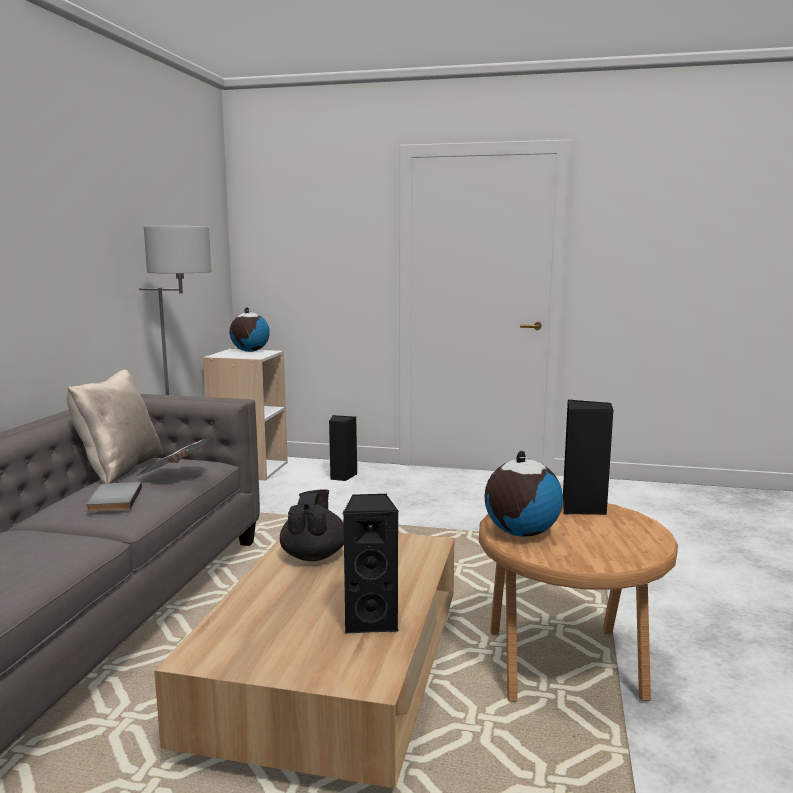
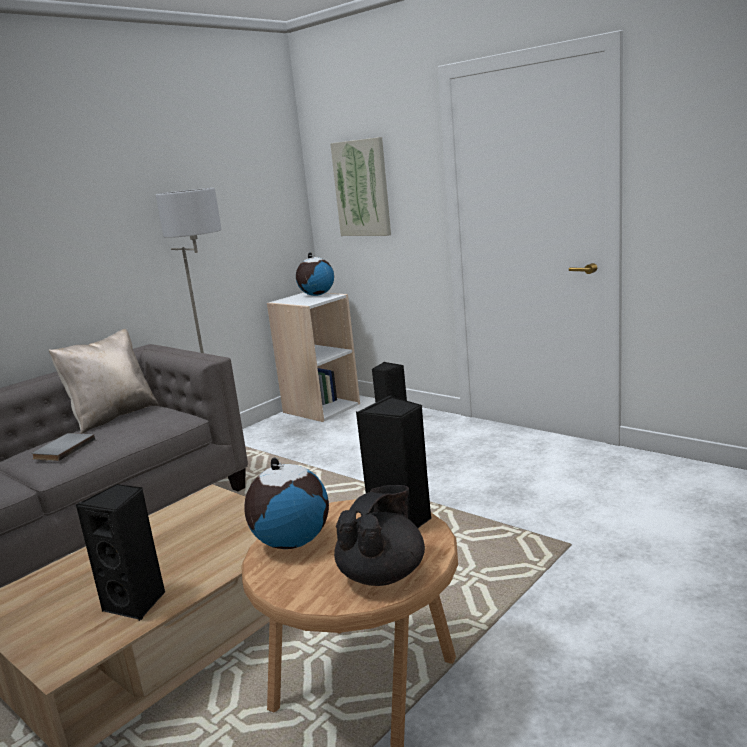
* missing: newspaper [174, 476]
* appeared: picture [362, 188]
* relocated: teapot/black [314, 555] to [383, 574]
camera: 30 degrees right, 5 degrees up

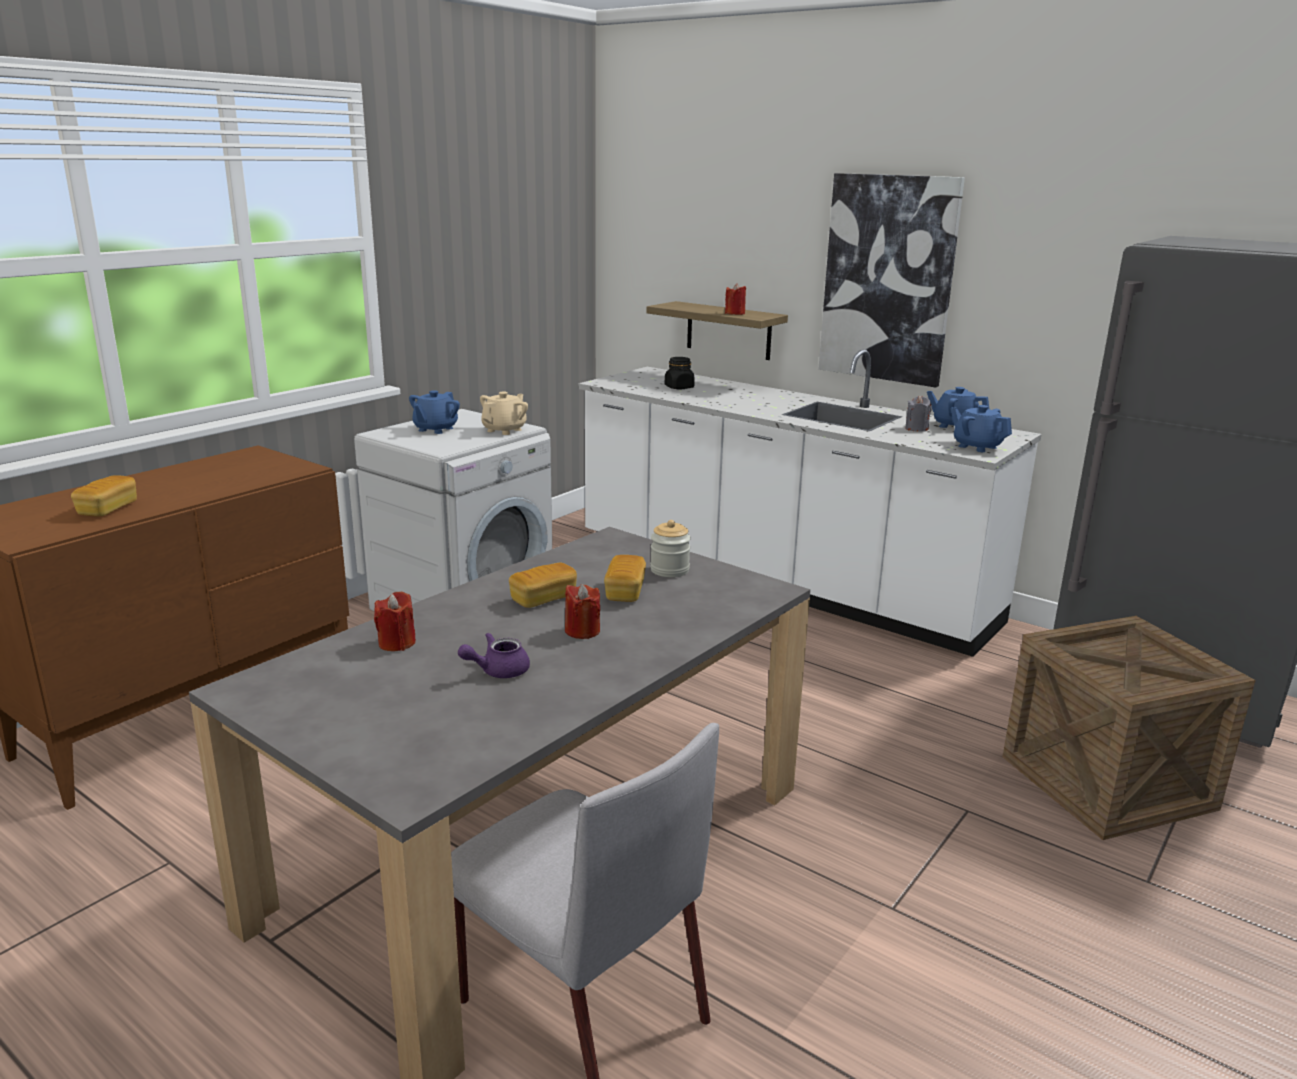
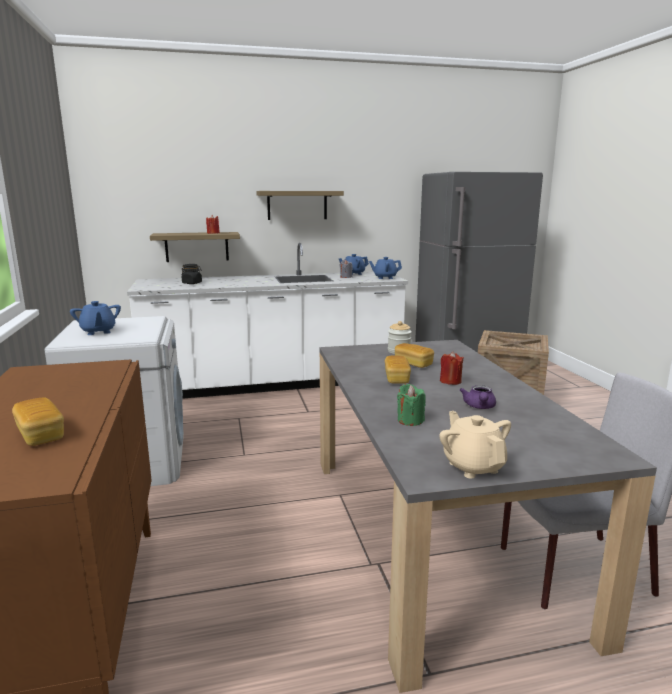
* relocated: teapot/beige [504, 430] to [473, 466]
* exchanged: picture [888, 279] to shelf [297, 205]
* colour: candle/red [397, 643] to candle/green [410, 420]
camera: 50 degrees left, 5 degrees down

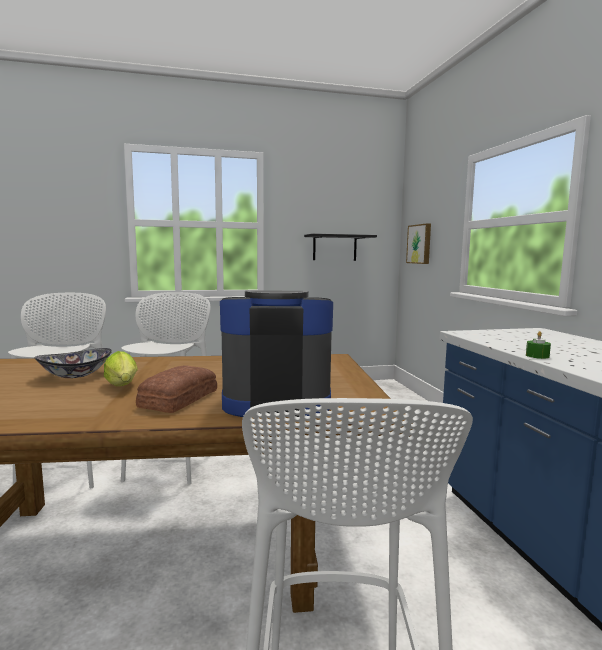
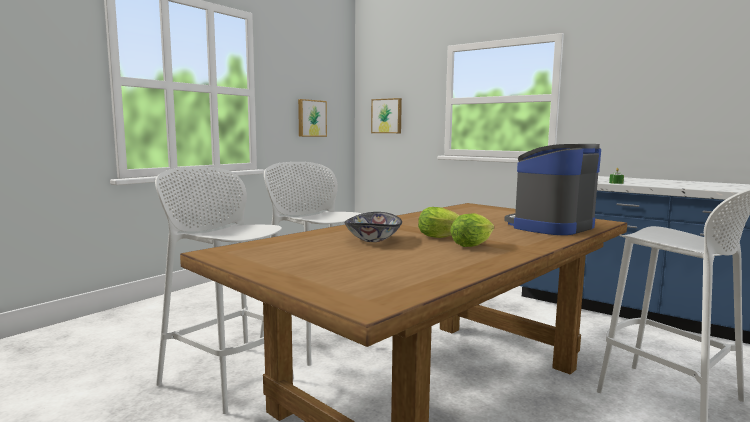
* missing: bread [177, 399]
* appeared: lettuce [473, 245]
* exchanged: shelf/black [334, 248] to picture [311, 118]
camera: 40 degrees left, 0 degrees up

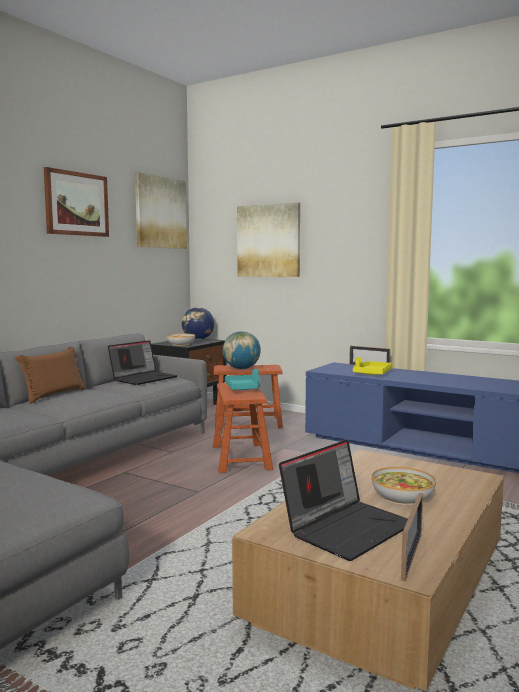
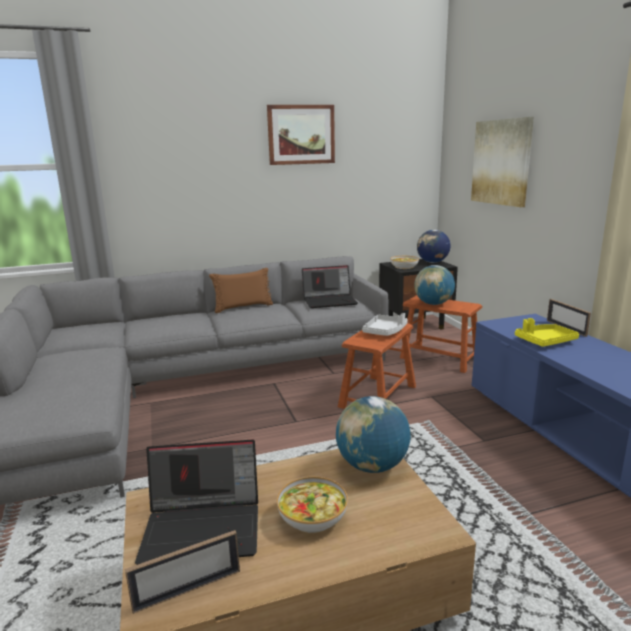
* missing: picture [160, 212]
* appeared: globe [372, 466]
* colour: tray/turquoise [243, 388] to tray/grey [385, 331]
camera: 40 degrees right, 10 degrees up

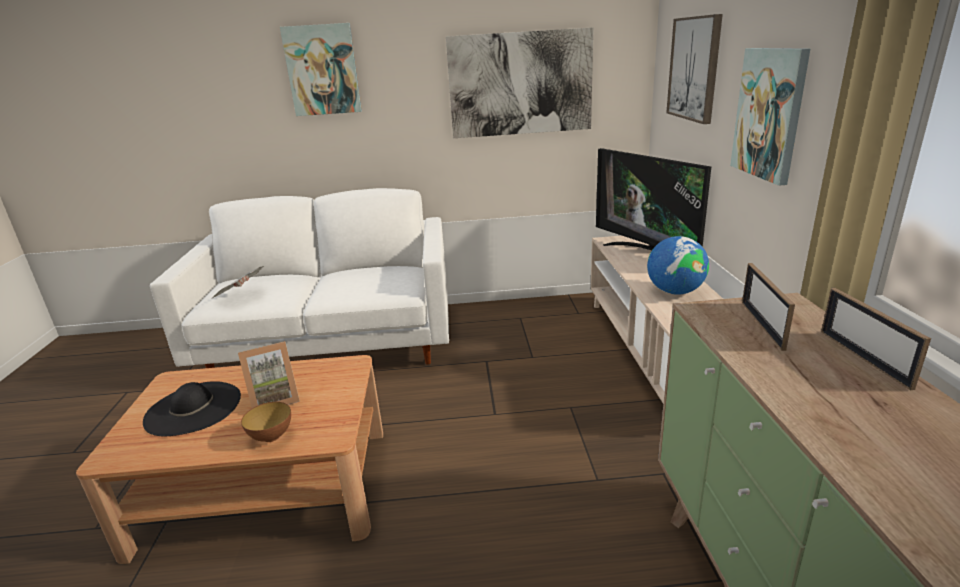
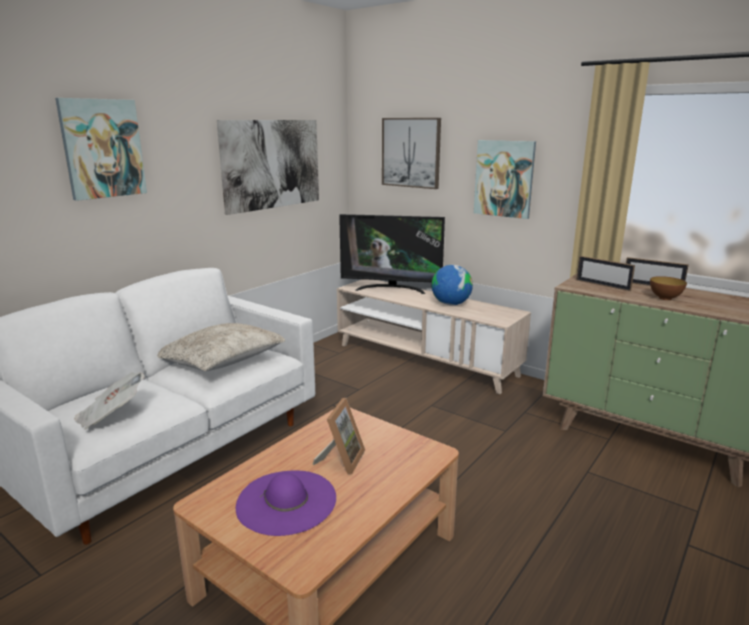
* appeared: pillow/beige [222, 362]
* relocated: bowl [271, 437] to [665, 298]
* colour: hat/black [193, 408] to hat/purple [286, 501]
camera: 50 degrees left, 5 degrees down

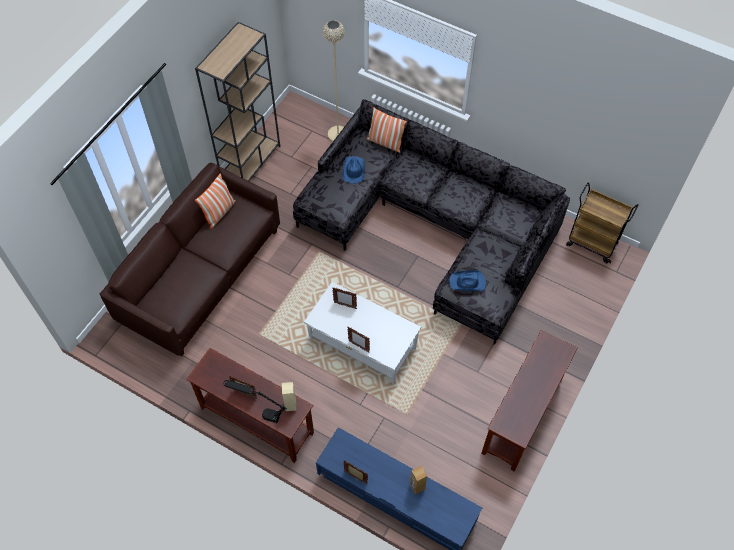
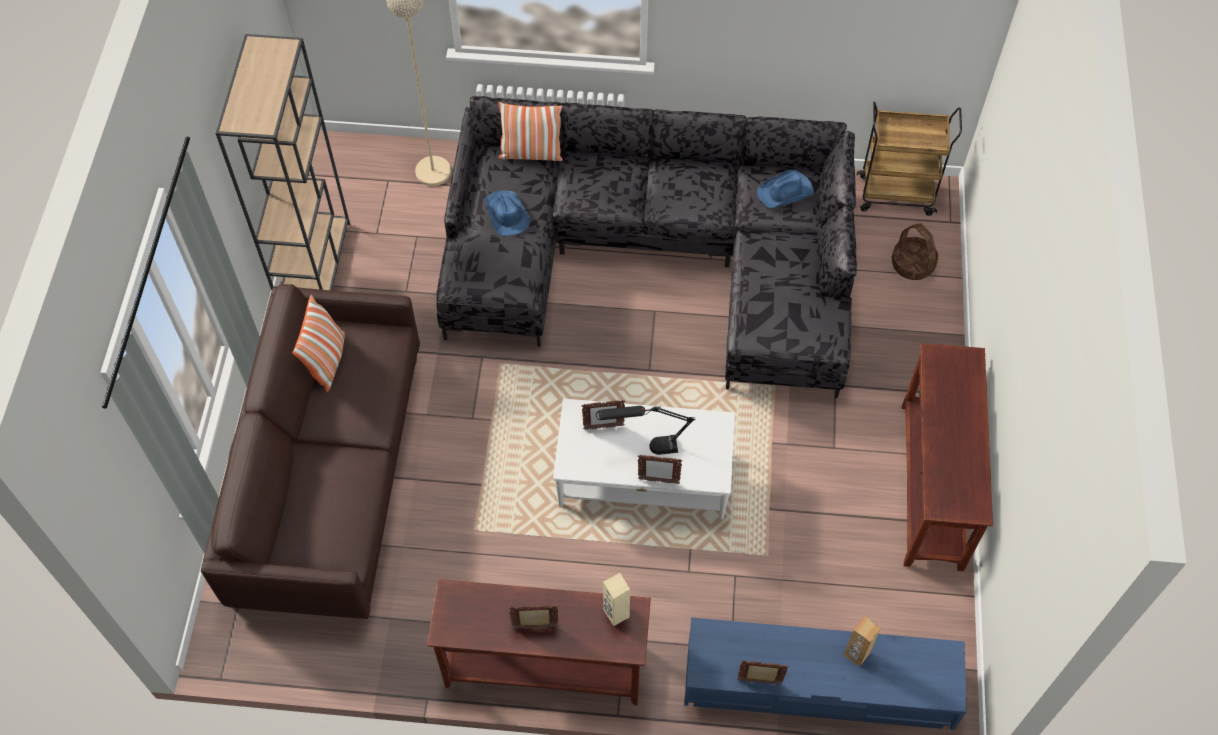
* appeared: basket [913, 264]
* relocated: table lamp/black [259, 411] to [644, 447]
* relocated: hat/blue [468, 283] to [786, 192]
camera: 25 degrees left, 0 degrees up

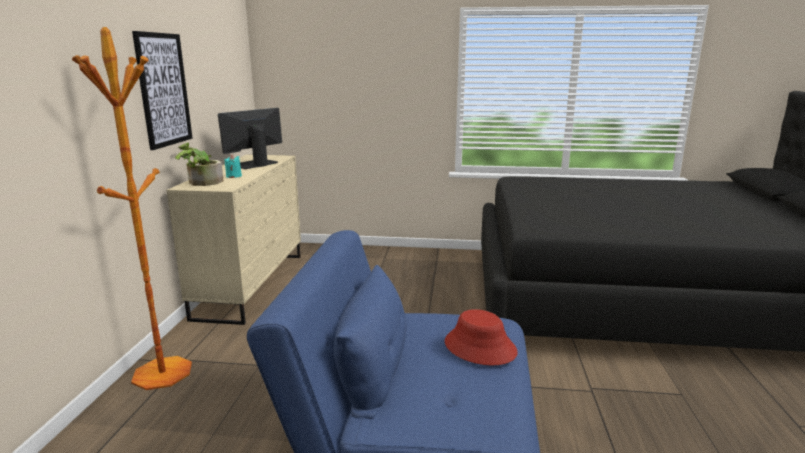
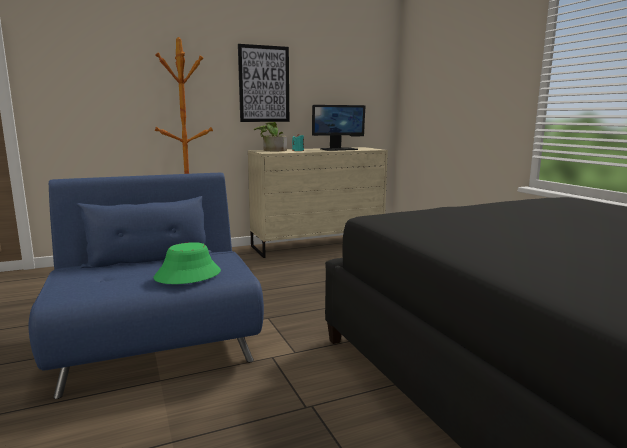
* colour: hat/red [479, 347] to hat/green [188, 275]
* spun: monitor [254, 164] = [338, 149] 150 degrees clockwise
camera: 60 degrees right, 5 degrees down

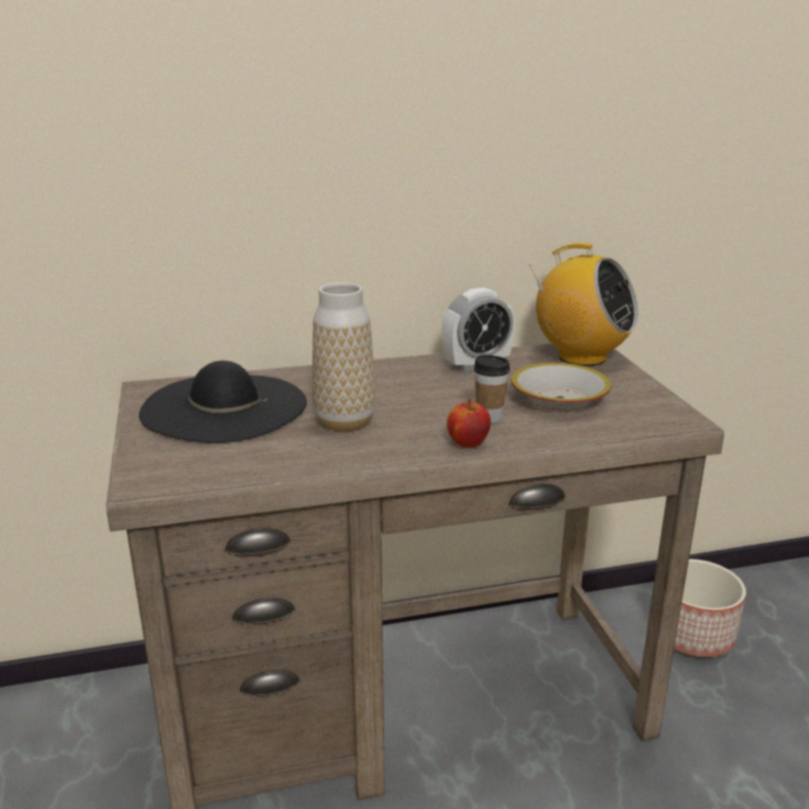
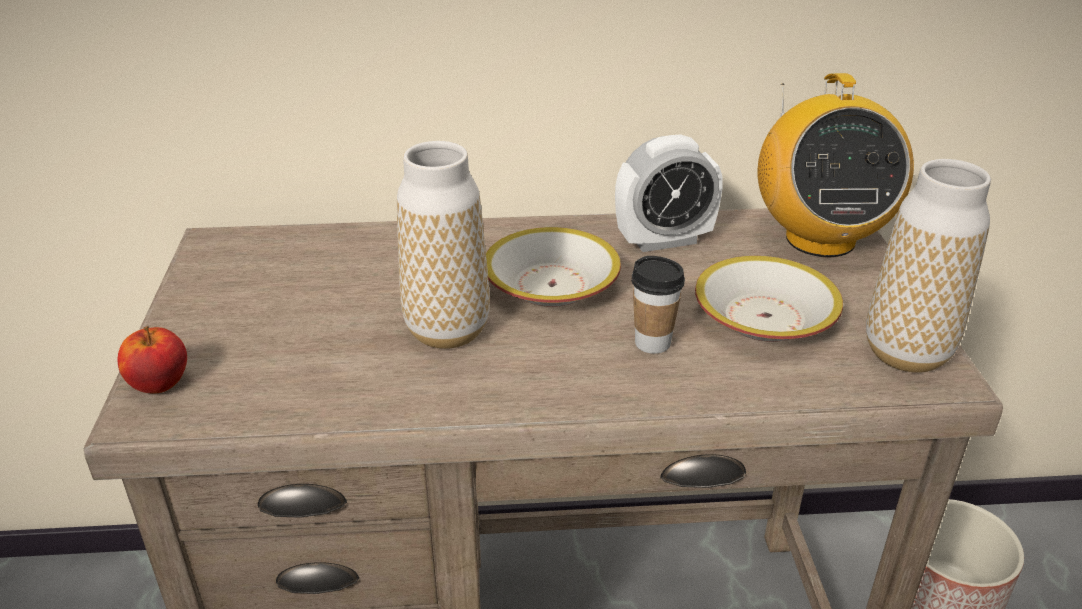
* missing: hat/black [224, 407]
* appeared: bowl [552, 286]
* appeared: vase [906, 353]
* relocated: apple [467, 443] to [159, 384]
* spun: radio [581, 357] = [819, 238] 45 degrees clockwise
camera: 10 degrees right, 10 degrees up

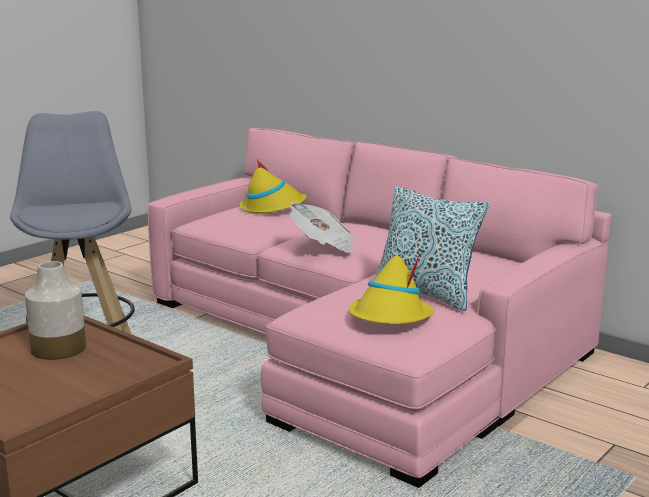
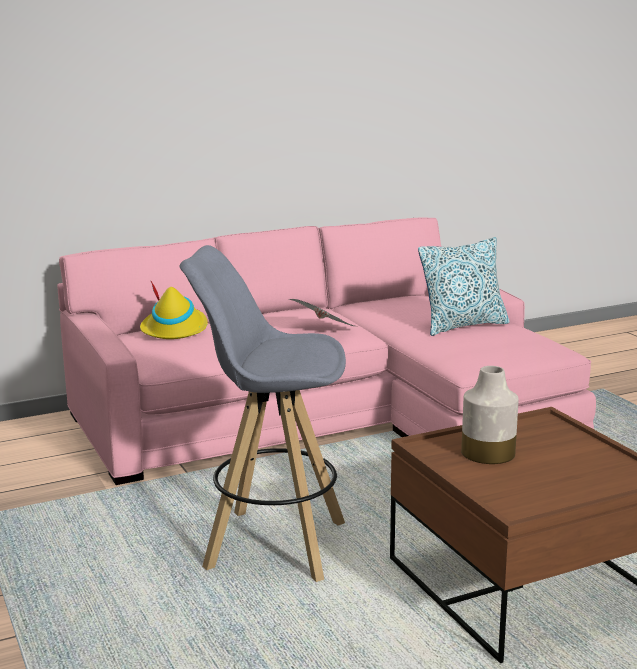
* missing: hat/yellow [390, 318]
camera: 65 degrees left, 0 degrees up

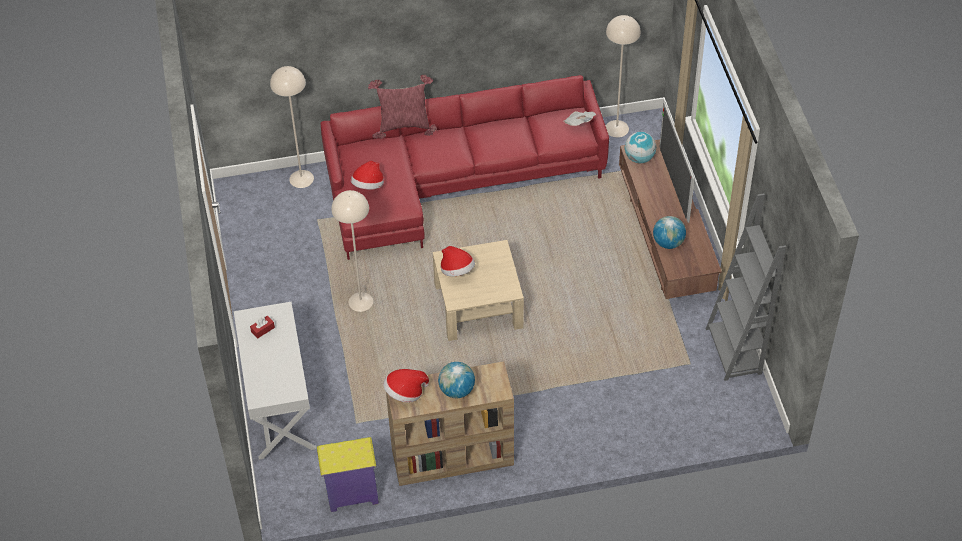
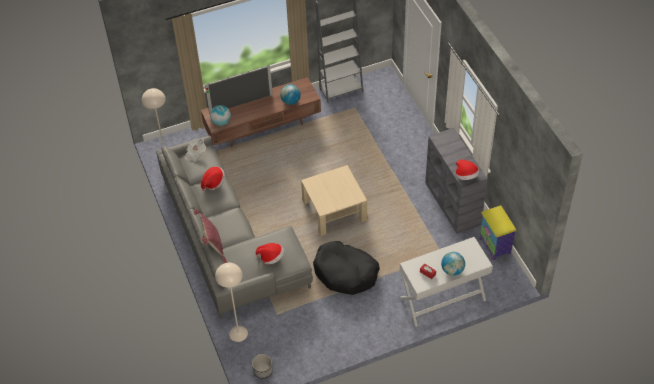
* appeared: planter [263, 371]
* relocated: globe [457, 390] to [452, 270]
* relocated: hat [457, 270] to [213, 183]
* exchanged: floor lamp/beige [360, 302] to dog bed/black [345, 273]
* colour: sofa/red [453, 180] to sofa/grey [227, 242]
* colour: bookcase/brown [452, 458] to bookcase/grey [453, 203]
camera: 100 degrees left, 0 degrees up

